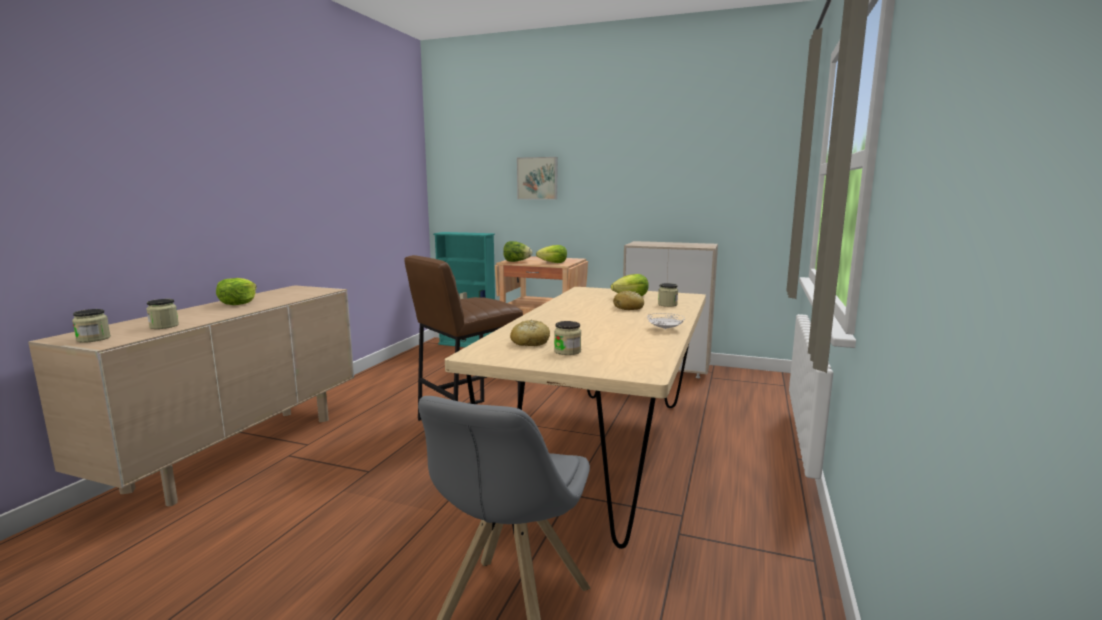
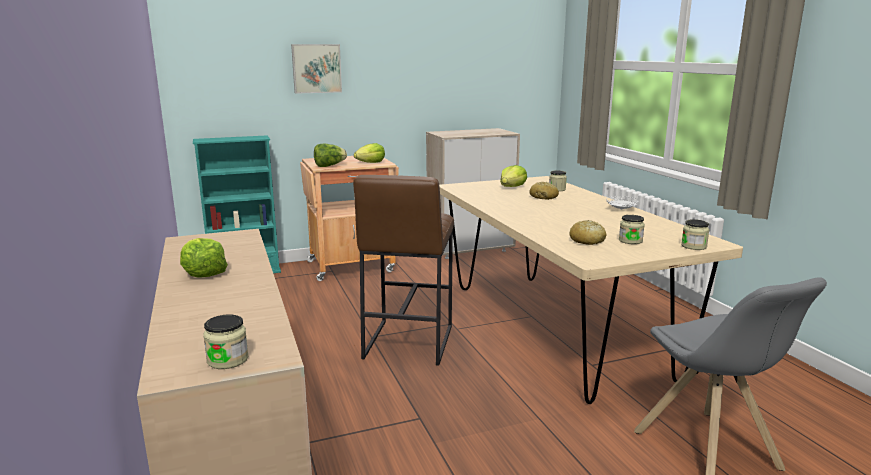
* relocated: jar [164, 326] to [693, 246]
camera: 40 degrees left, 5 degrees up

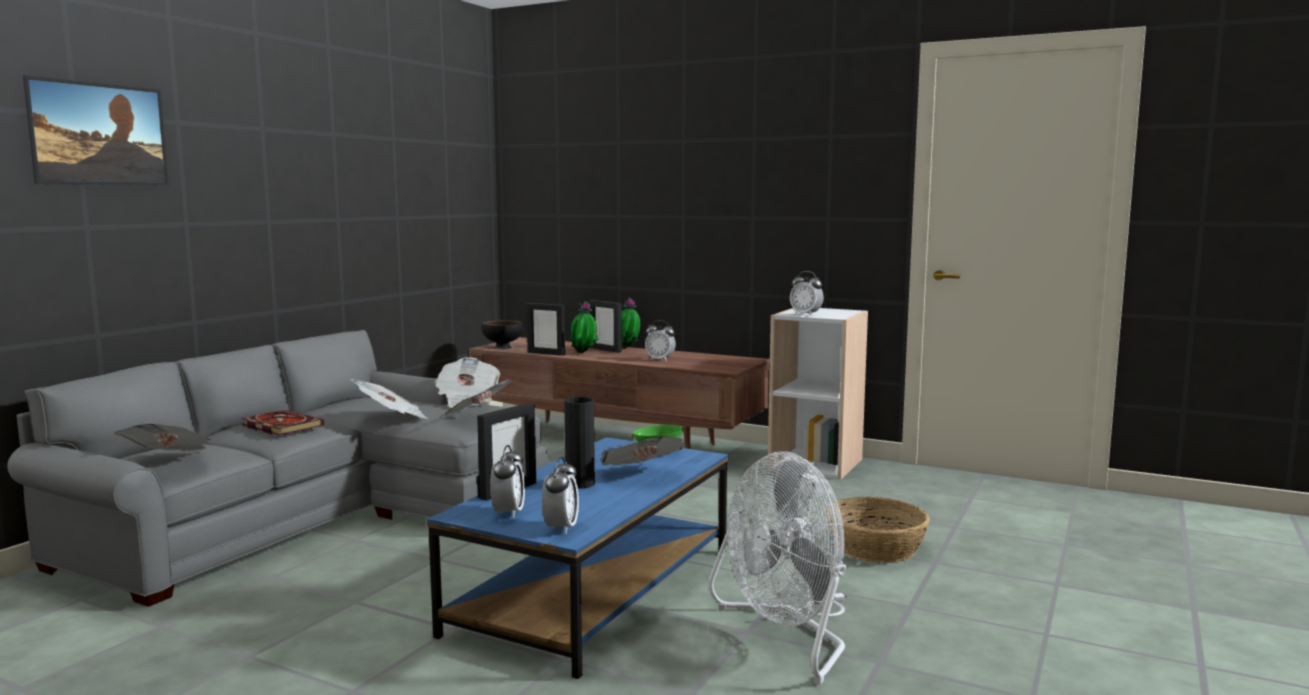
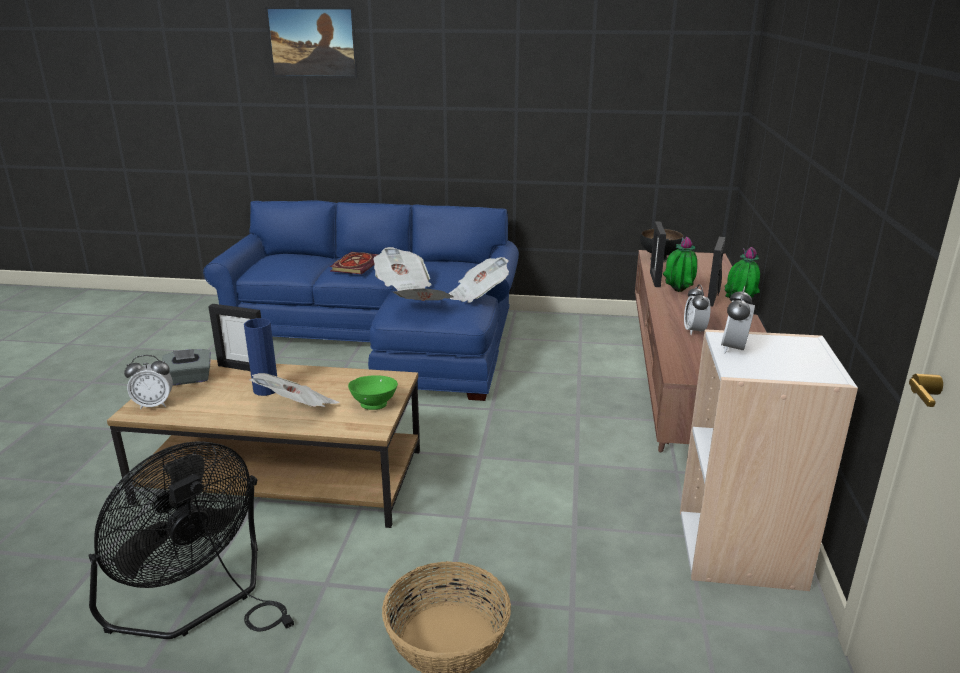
* missing: newspaper [170, 461]
* exchanged: alarm clock [508, 513] to tissue box/grey [189, 379]
* colour: sofa/grey [315, 516] to sofa/blue [385, 335]
* colour: coffee table/blue [594, 590] to coffee table/brown [282, 475]
* colour: vase/black [580, 484] to vase/blue [266, 389]
* colour: fan/white [791, 632] to fan/black [208, 600]
camera: 70 degrees right, 15 degrees up

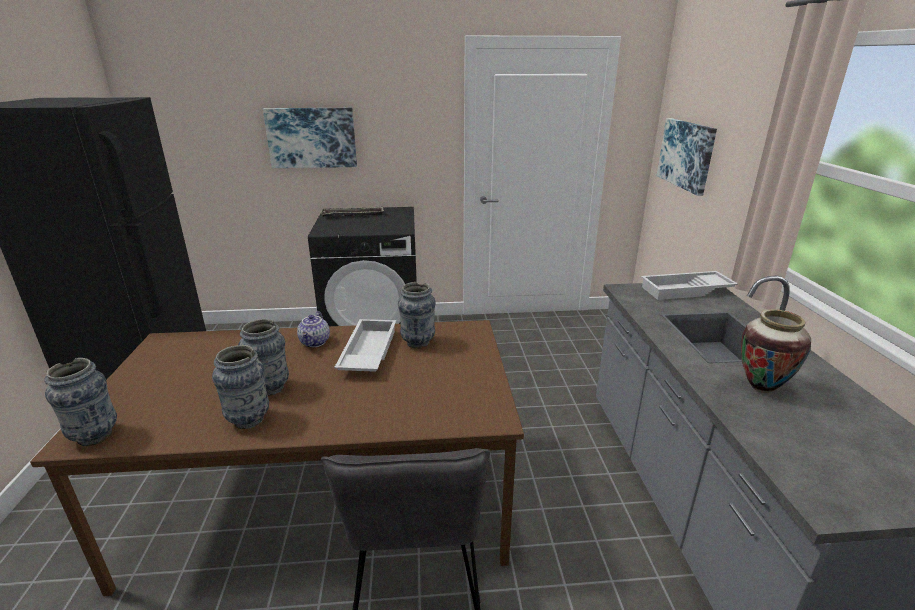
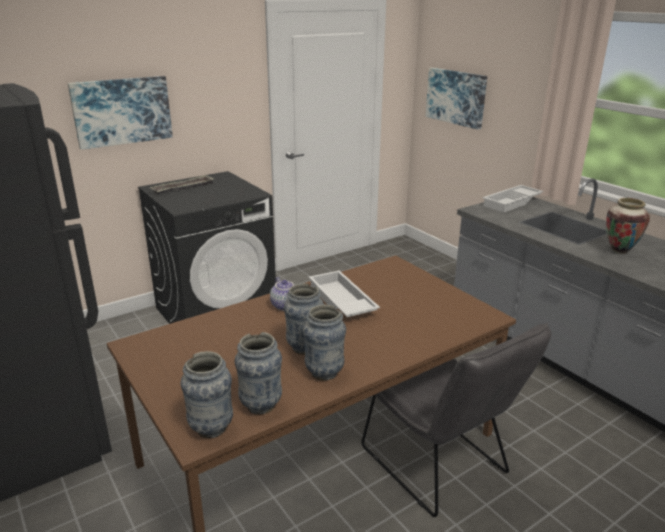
* relocated: vase [418, 343] to [261, 405]
camera: 30 degrees left, 0 degrees up

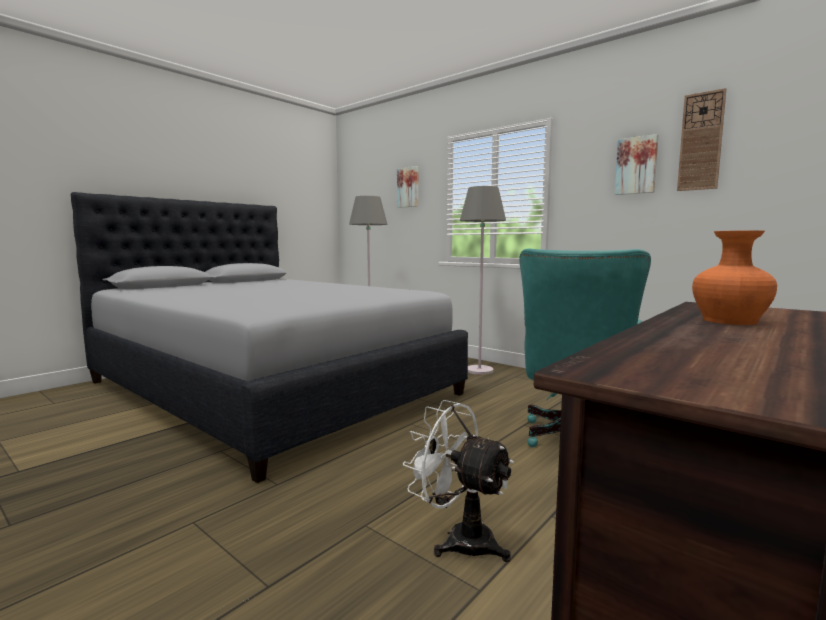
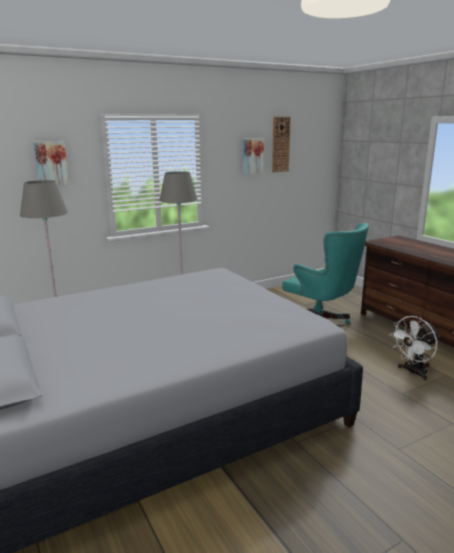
* missing: vase/orange [730, 321]
camera: 70 degrees left, 10 degrees up

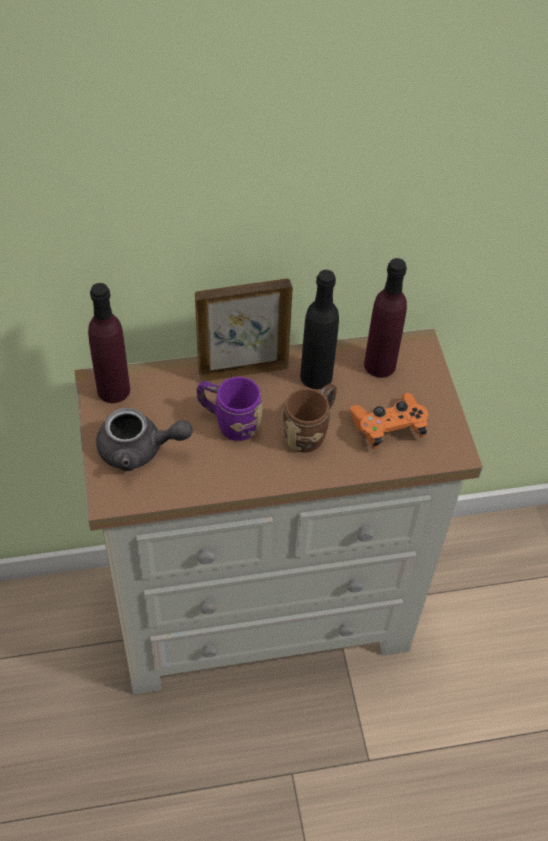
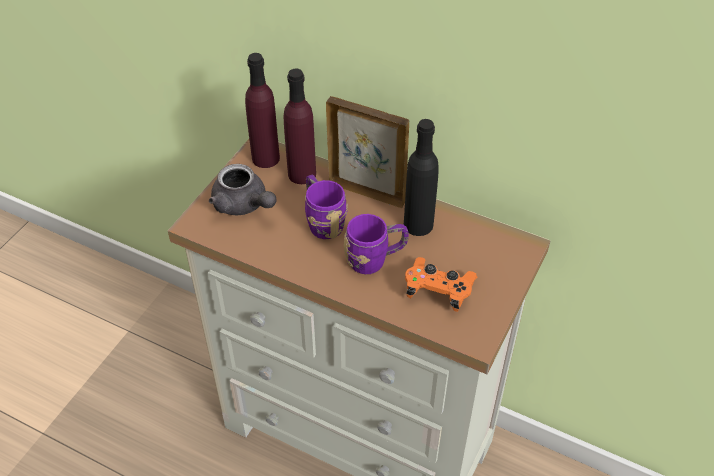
* relocated: bottle/purple [380, 365] to [302, 174]
* colour: mug/brown [310, 431] to mug/purple [375, 259]
camera: 40 degrees right, 5 degrees down

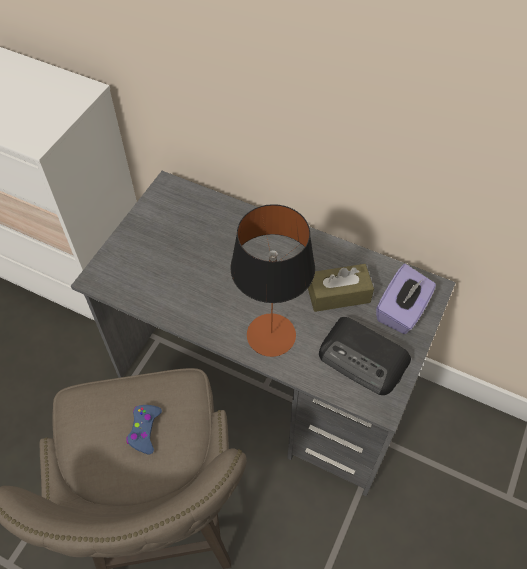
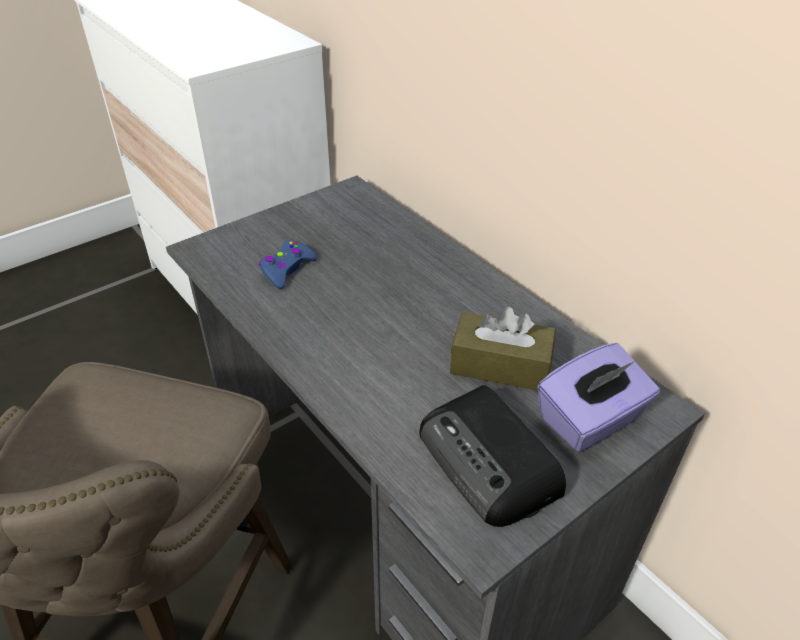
* missing: table lamp [271, 334]
* relocated: game controller/blue [144, 430] to [287, 269]
camera: 25 degrees right, 15 degrees down

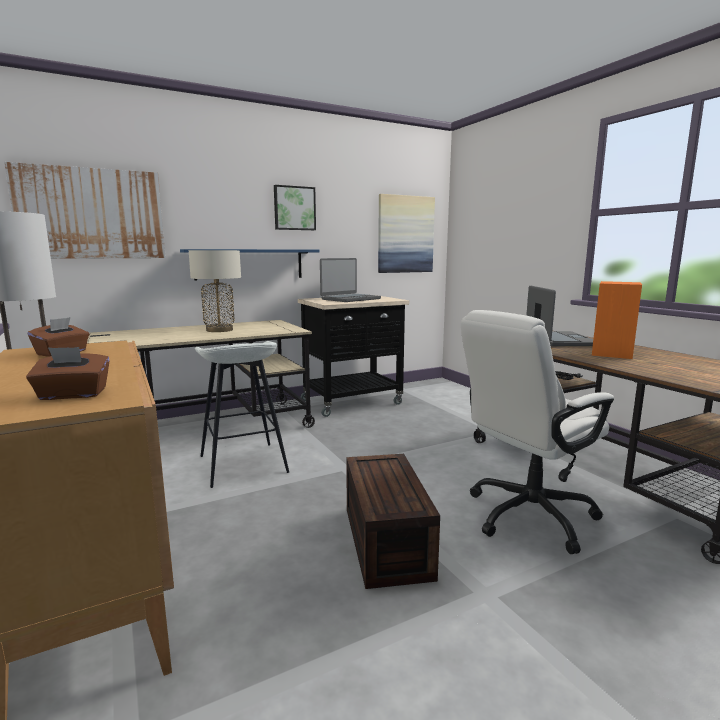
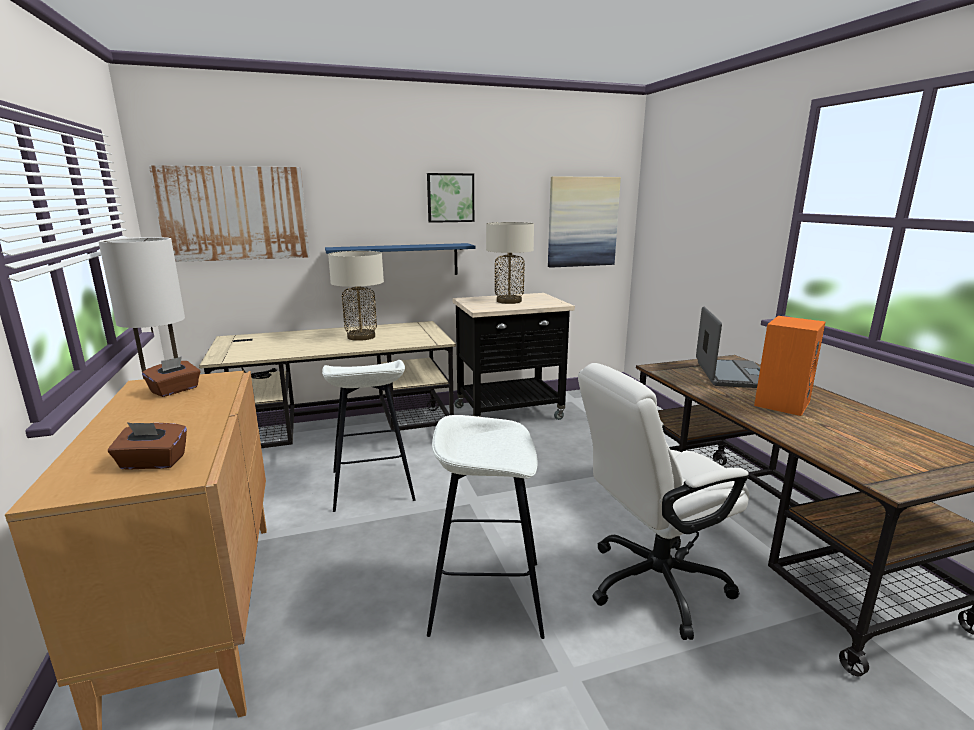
* exchanged: laptop [350, 299] to table lamp [509, 301]
* exchanged: storage box/brown [384, 540] to stool/white [486, 596]
camera: 10 degrees right, 5 degrees up

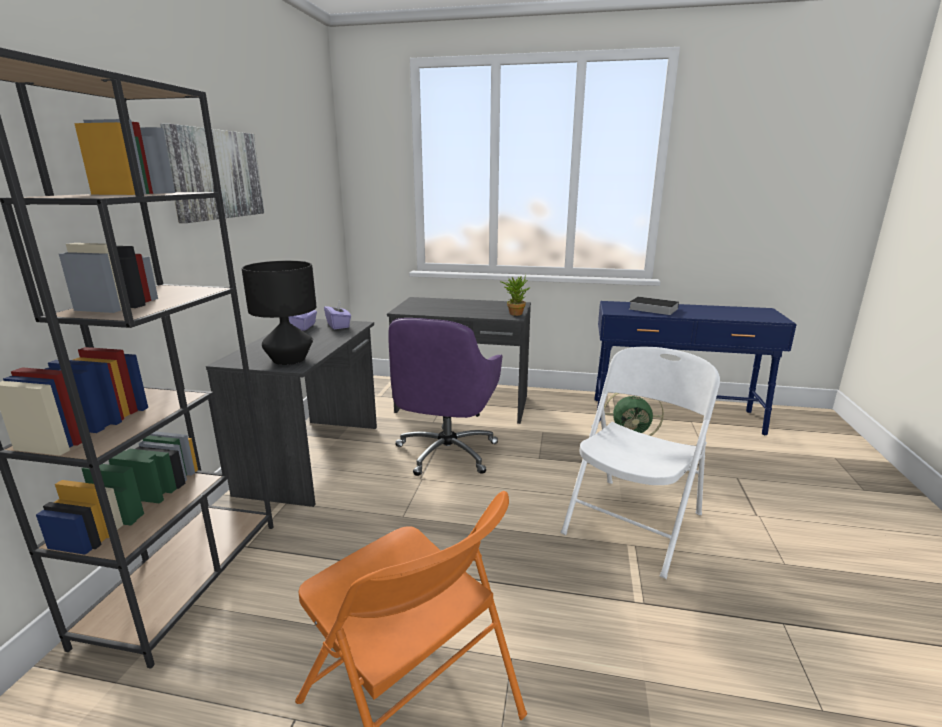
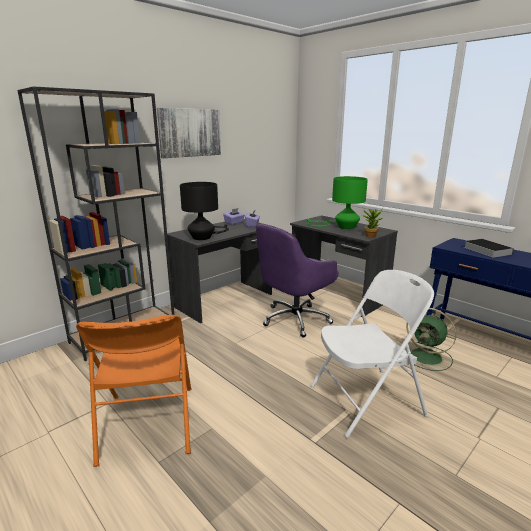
* appeared: table lamp/green [335, 225]
camera: 35 degrees right, 0 degrees up

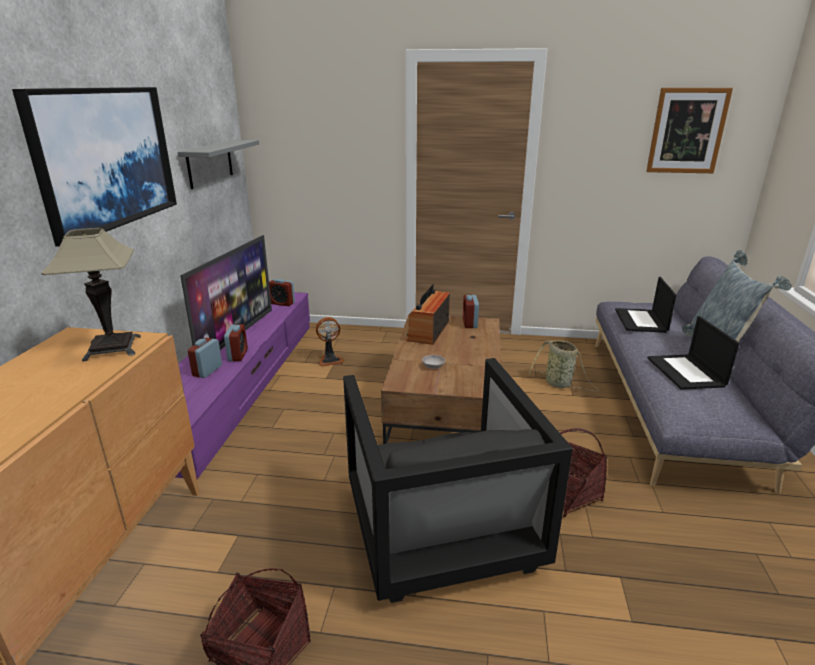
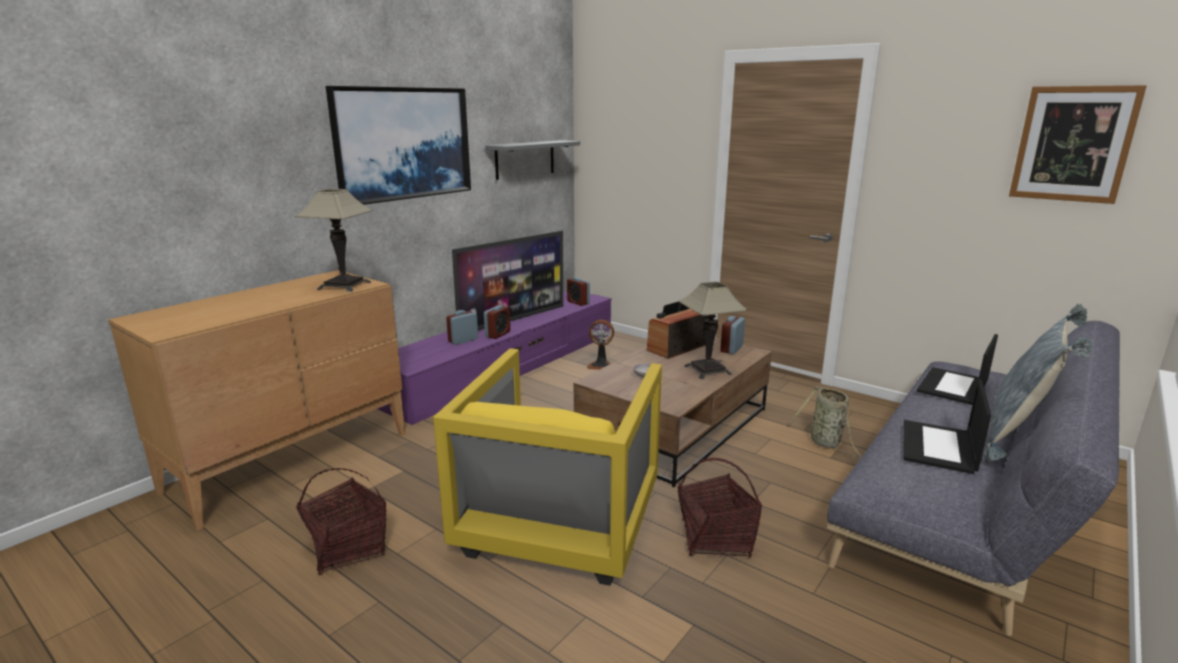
* appeared: table lamp [707, 370]
* colour: armchair/black [440, 529] to armchair/yellow [560, 522]
camera: 30 degrees right, 5 degrees down

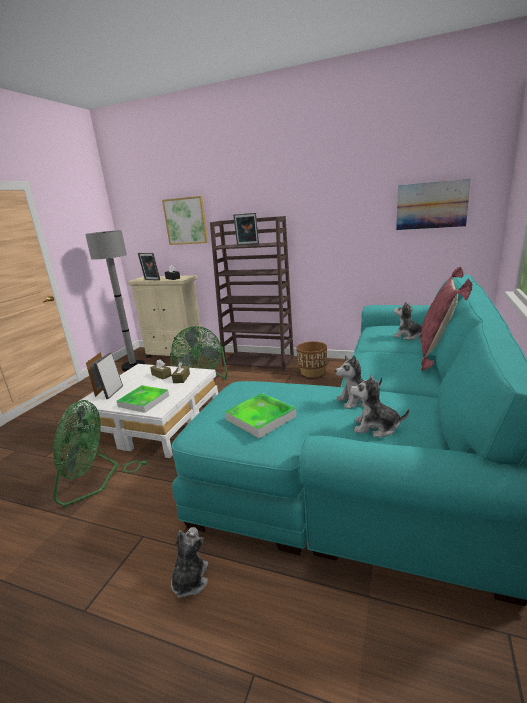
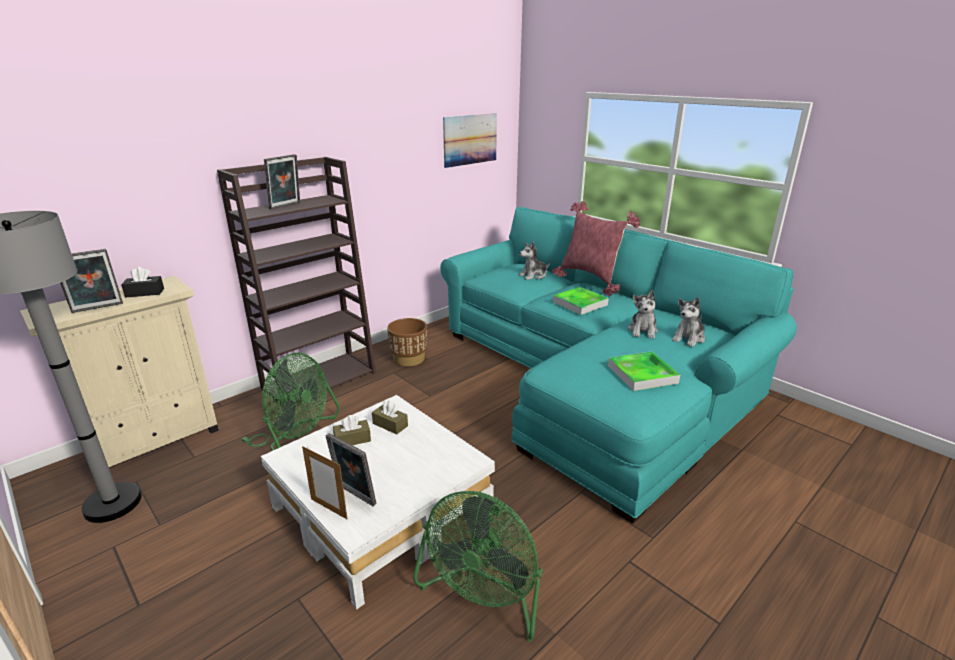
* missing: picture [186, 221]
* missing: plush toy [190, 580]
* relocated: tray [144, 401] to [580, 303]
camera: 65 degrees left, 5 degrees up

